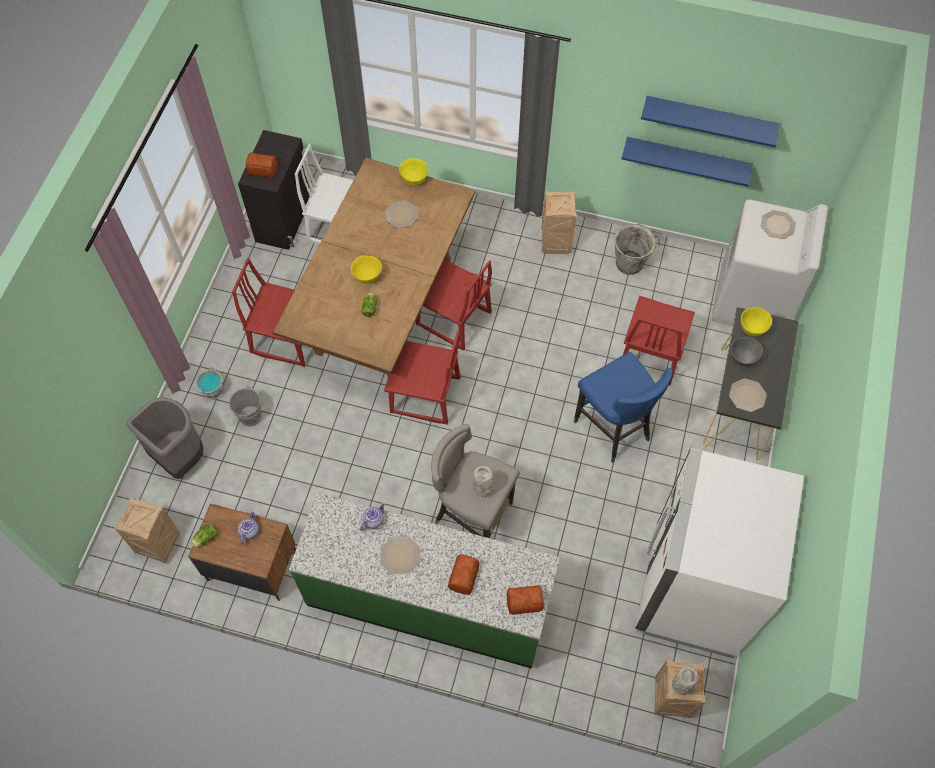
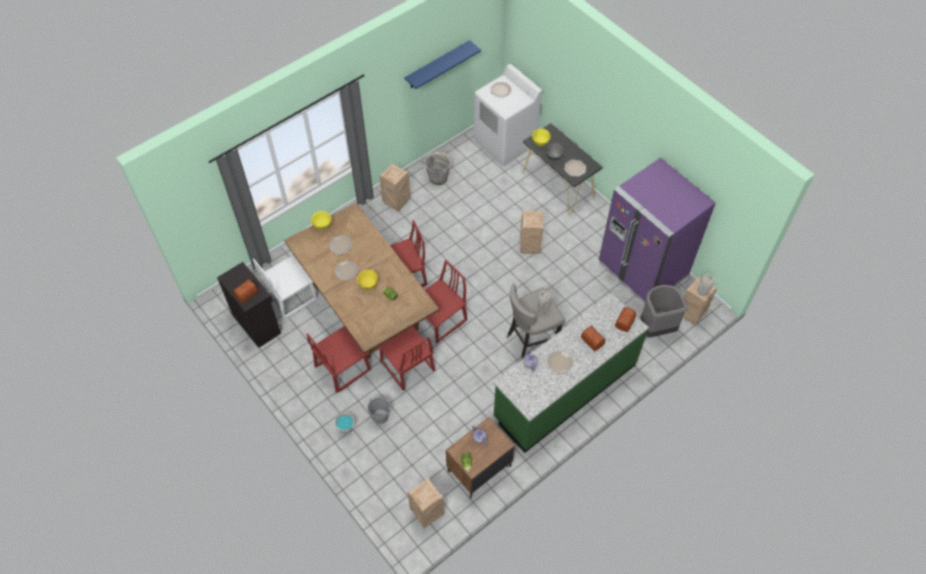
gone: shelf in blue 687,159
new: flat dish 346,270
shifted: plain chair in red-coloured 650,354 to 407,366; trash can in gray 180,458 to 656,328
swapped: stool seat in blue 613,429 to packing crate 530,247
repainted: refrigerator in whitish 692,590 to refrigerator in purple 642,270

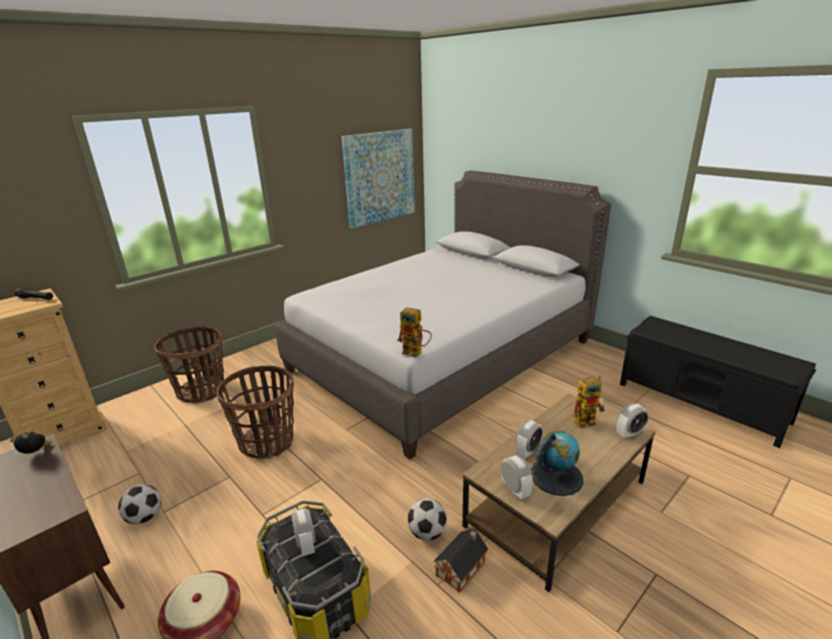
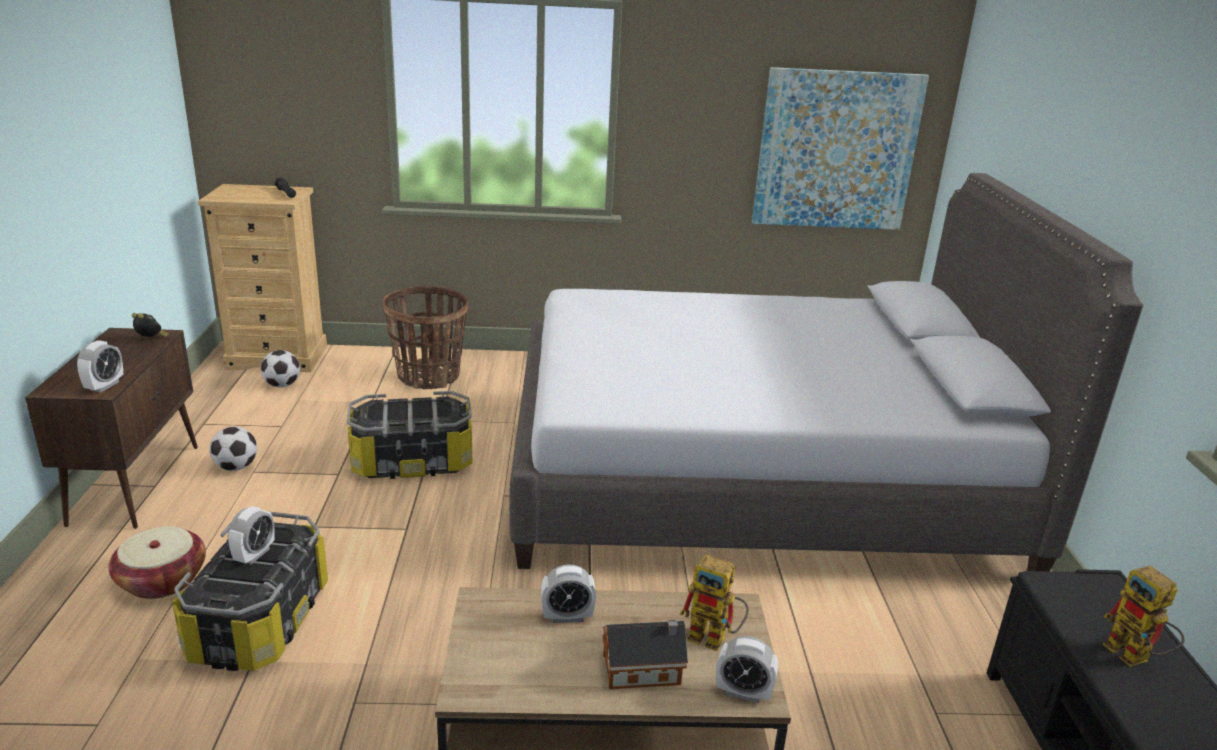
gone: globe 556,476
shifted: bedside clock 515,490 to 104,386; ball for football 427,533 to 282,385; toy house 462,567 to 645,670; robot figure 416,353 to 1135,657
swapped: storage basket 267,442 to storage box 412,461

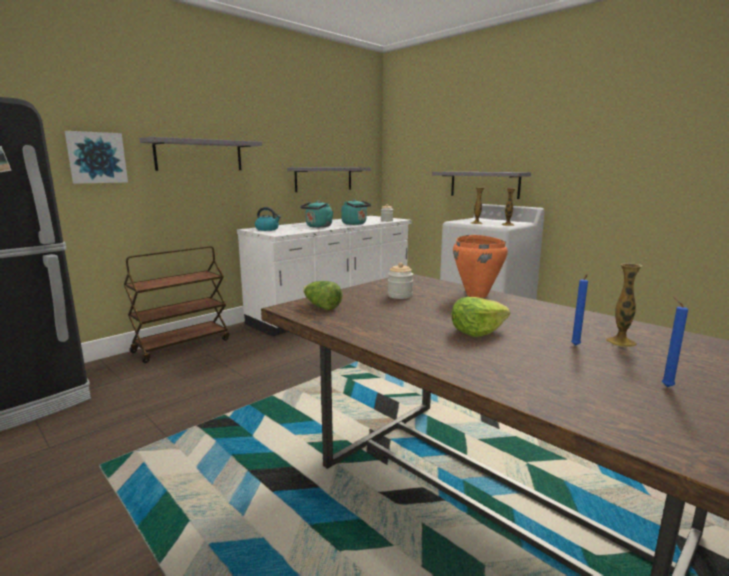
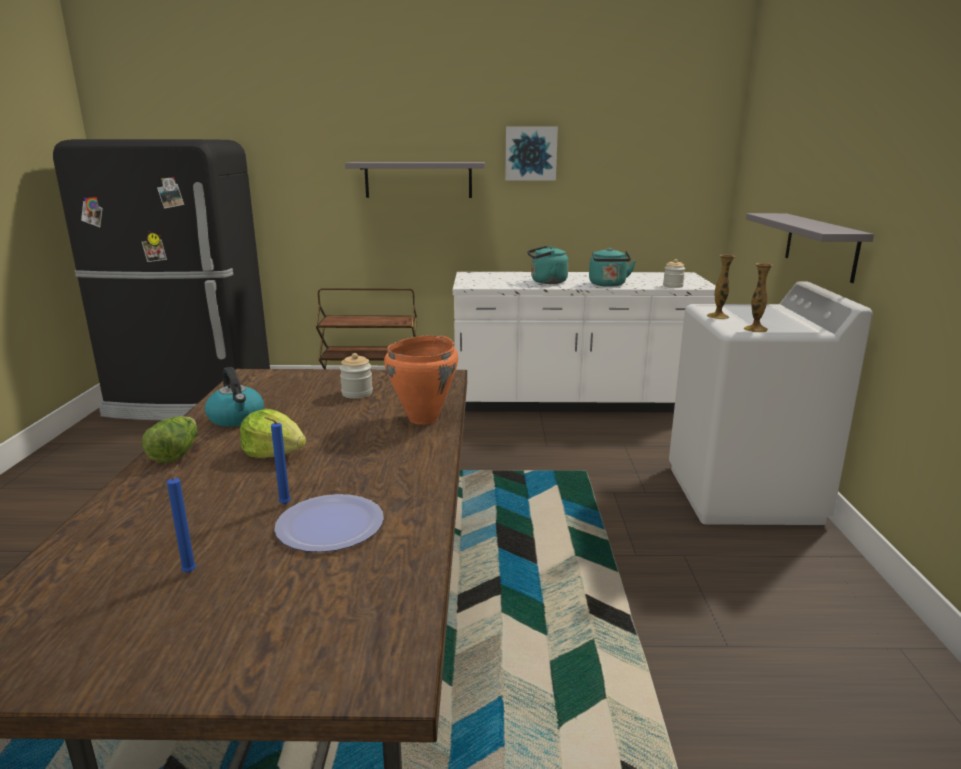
gone: shelf in gray 324,179
shifted: lettuce 321,306 to 175,453; tea kettle 267,229 to 237,418; wall art 96,157 to 530,153
swapped: decorative vase 621,342 to flat dish 330,525

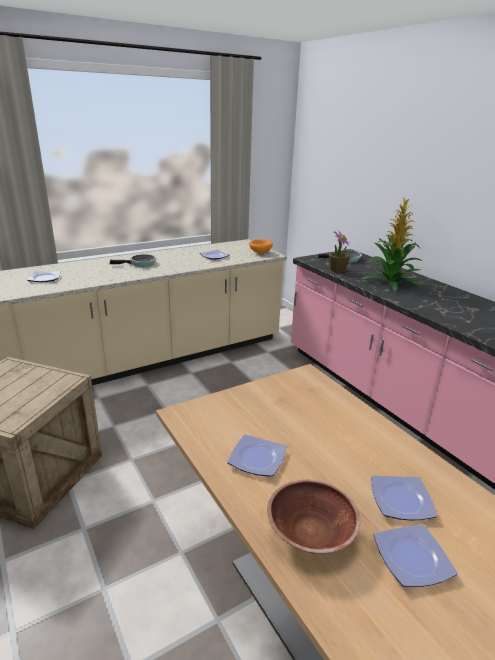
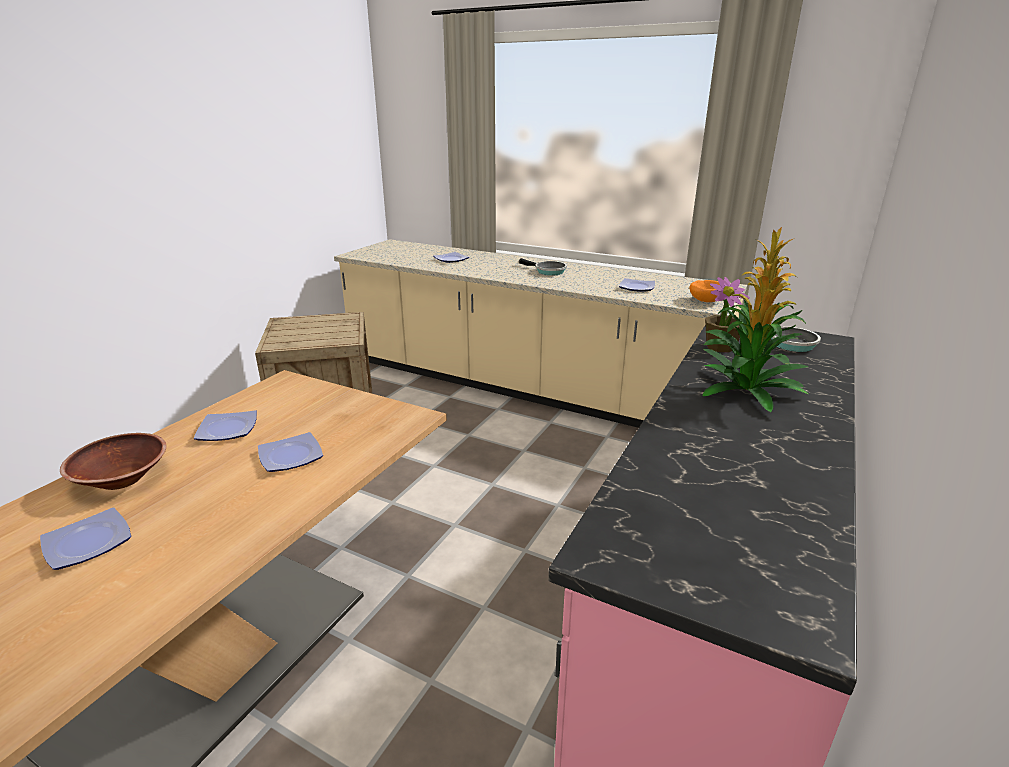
shifted: flat dish 400,501 to 289,456

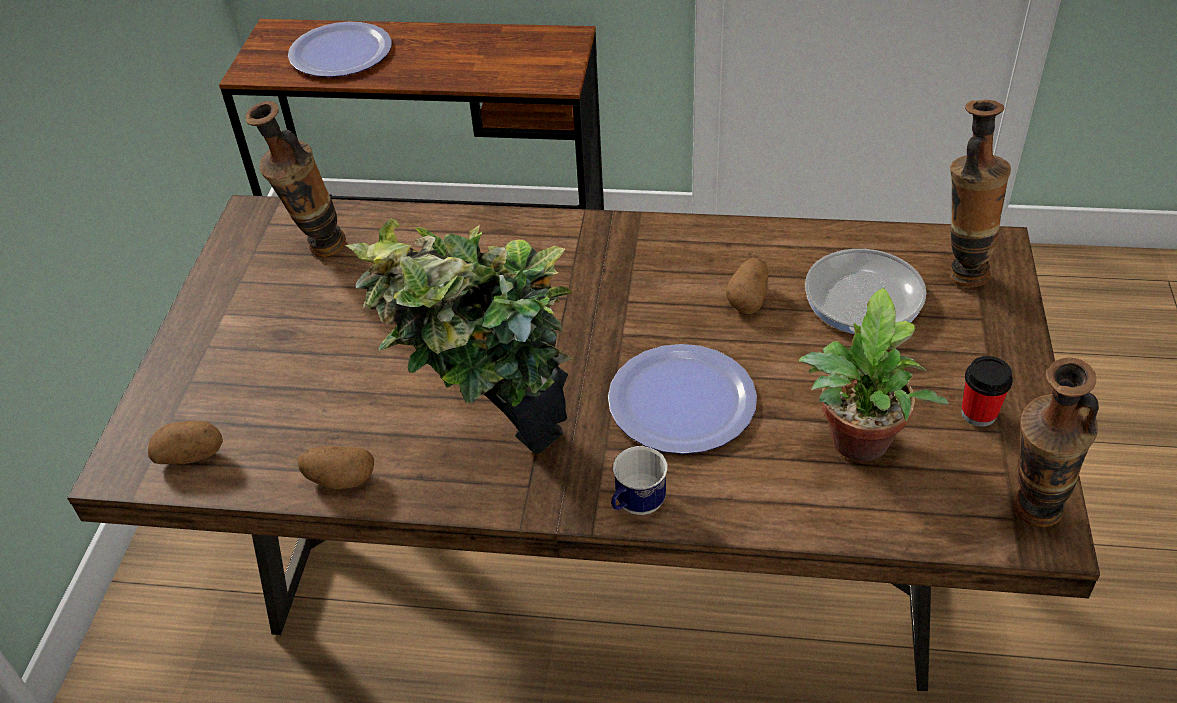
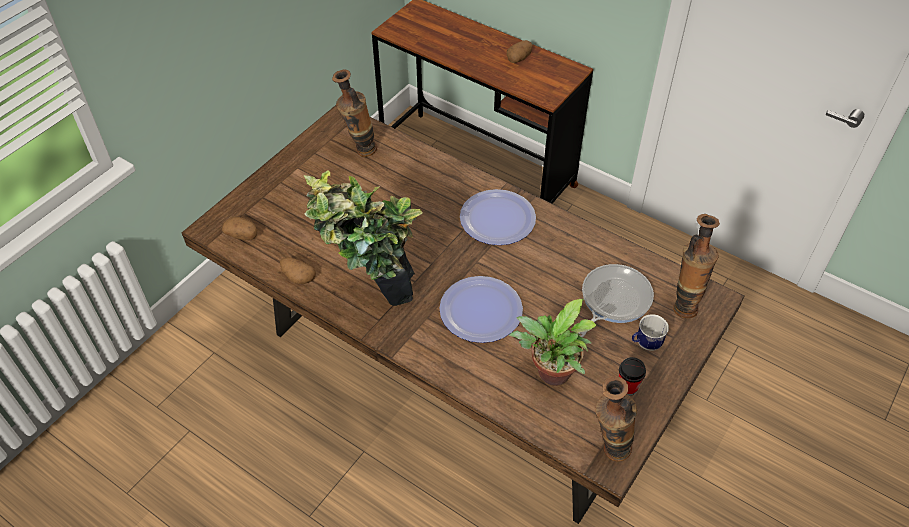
shifted: flat dish 340,52 to 497,218; whole potato 748,299 to 519,58; mug 635,506 to 645,344

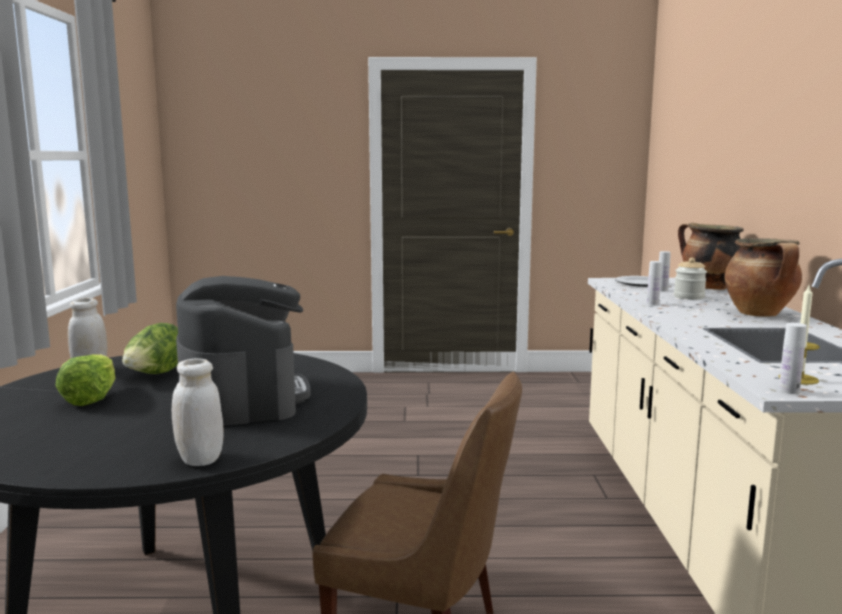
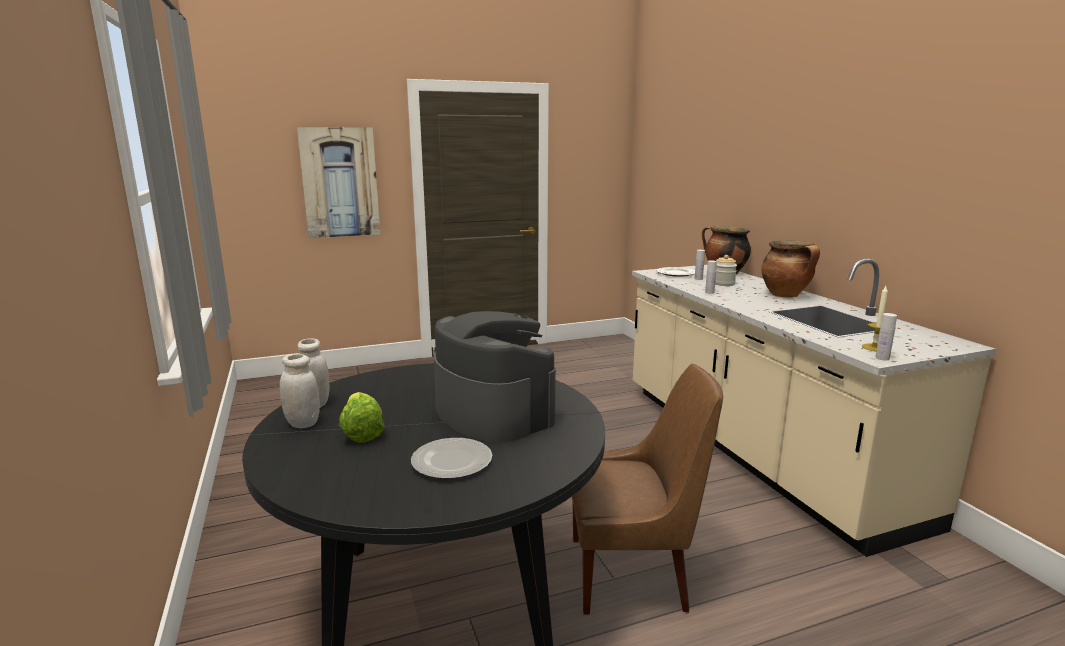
gone: lettuce 156,375
new: wall art 340,182; flat dish 453,461
shifted: storage jar in whitish 200,459 to 303,423

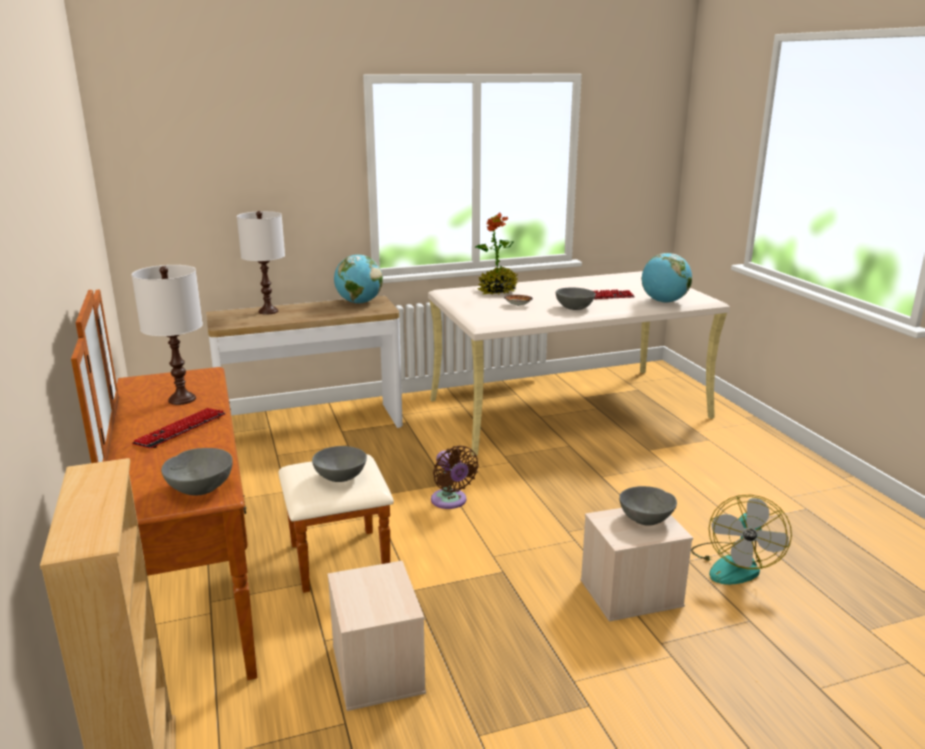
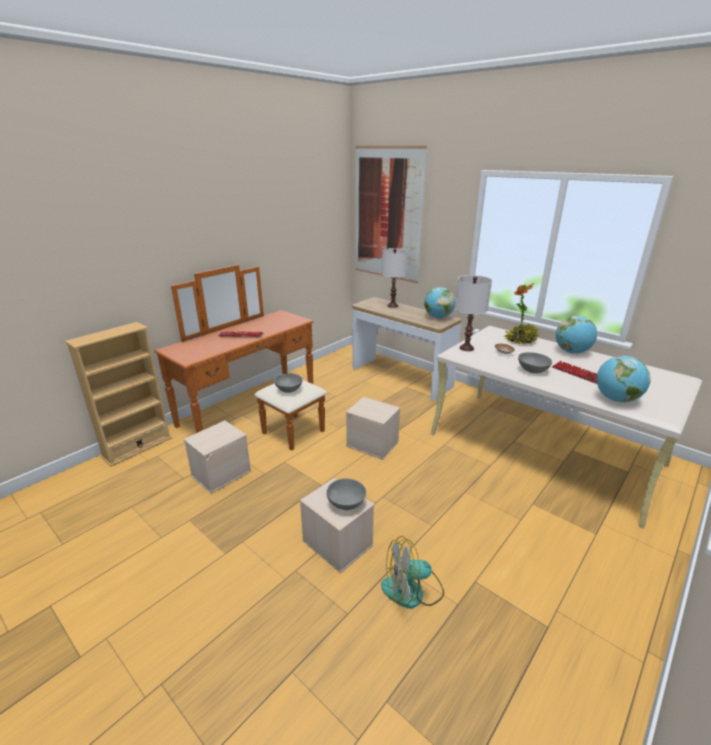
gone: serving bowl in gray 200,488
new: wall art 387,215; globe 572,352
shifted: tabletop lamp in whitish 181,399 to 466,348
swapped: cooling fan in brownish 450,501 to storage box in sand-coloured 373,444

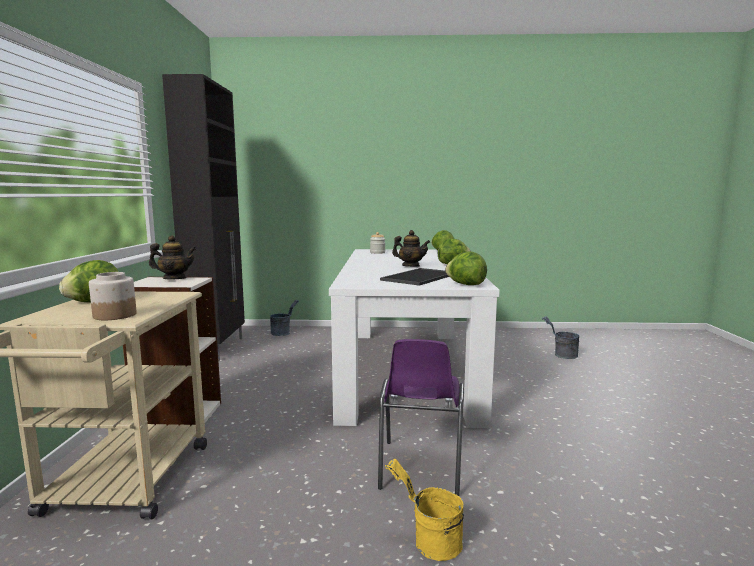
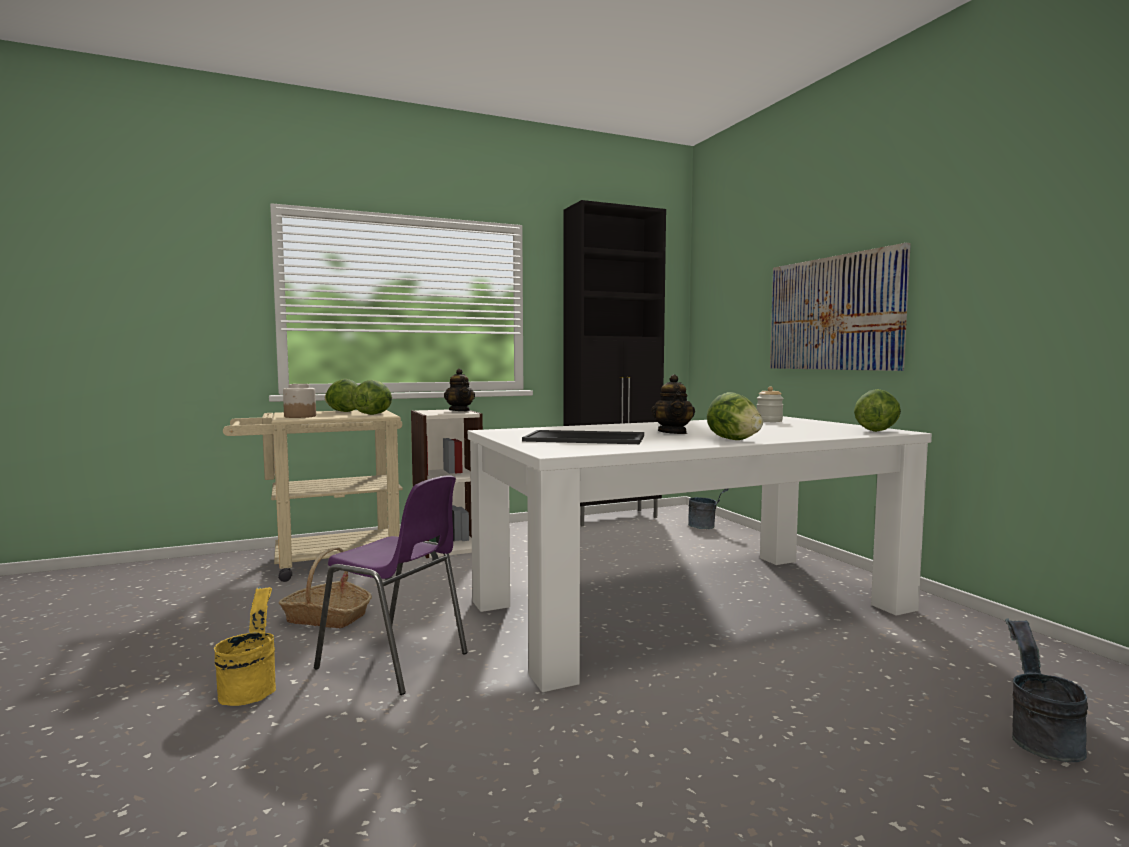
new: storage basket 327,617; wall art 833,313
shifted: lettuce 465,284 to 374,414
rotated: plain chair in purple 420,469 = 396,661 135 degrees counterclockwise

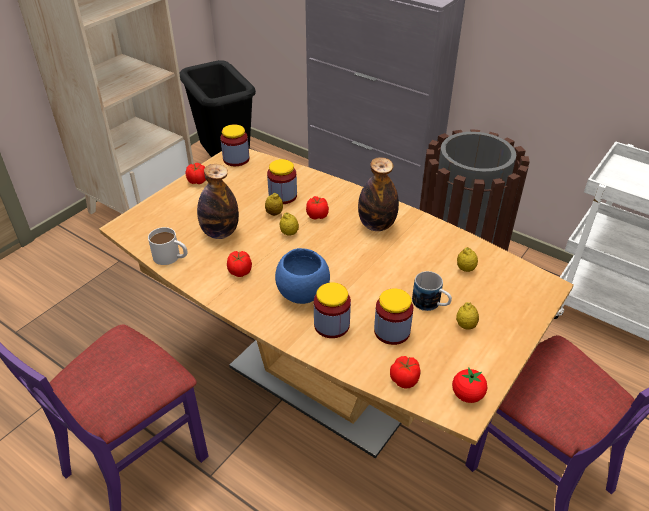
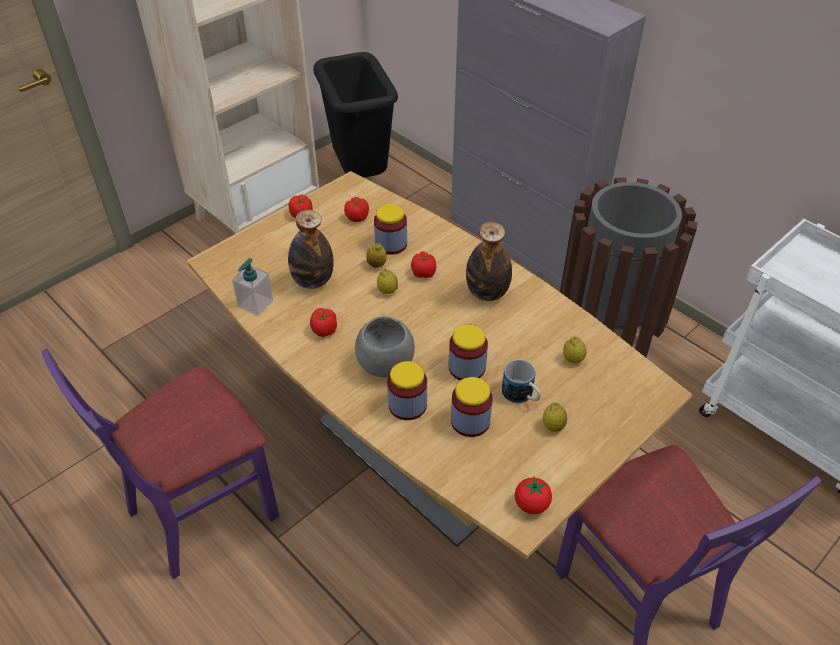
shifted: fresh tomato 405,379 to 357,217; storage jar 236,159 to 467,367
swapped: mug in whitish 171,257 to liquid soap bottle 255,304
repainted: serving bowl in blue 302,294 to serving bowl in gray 385,365

